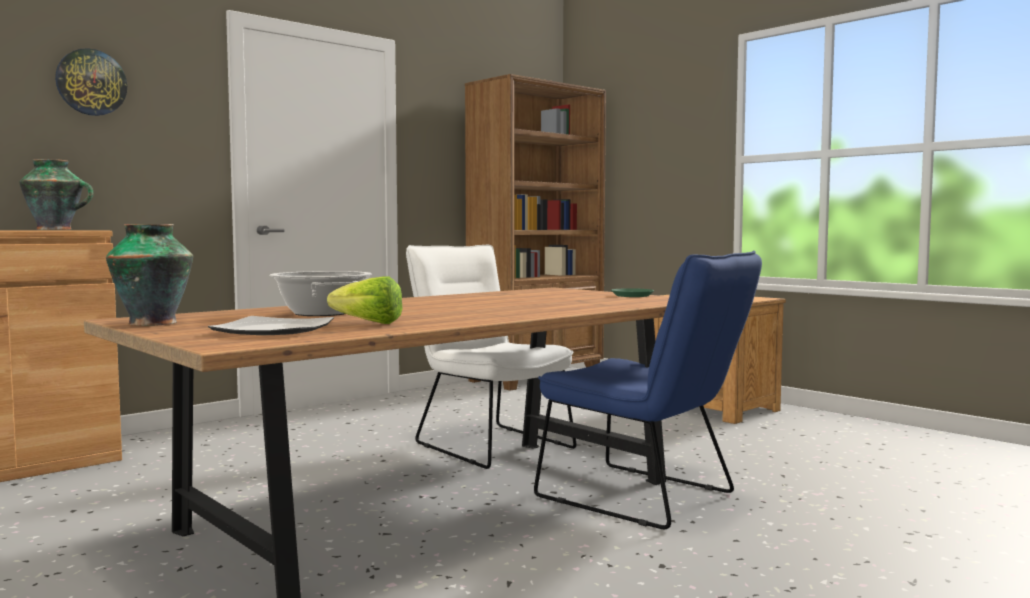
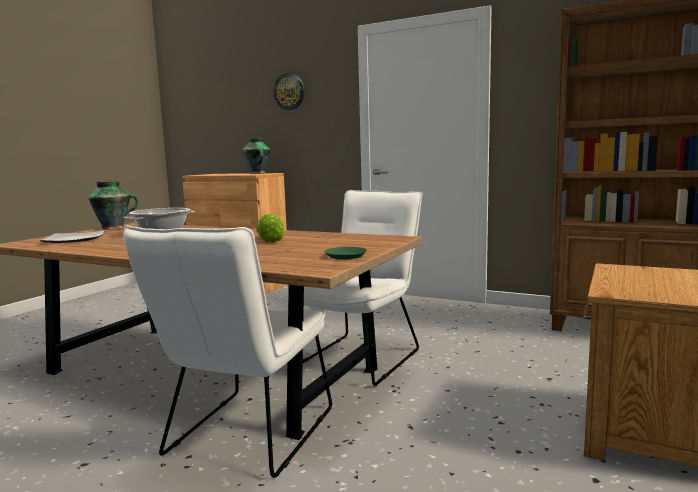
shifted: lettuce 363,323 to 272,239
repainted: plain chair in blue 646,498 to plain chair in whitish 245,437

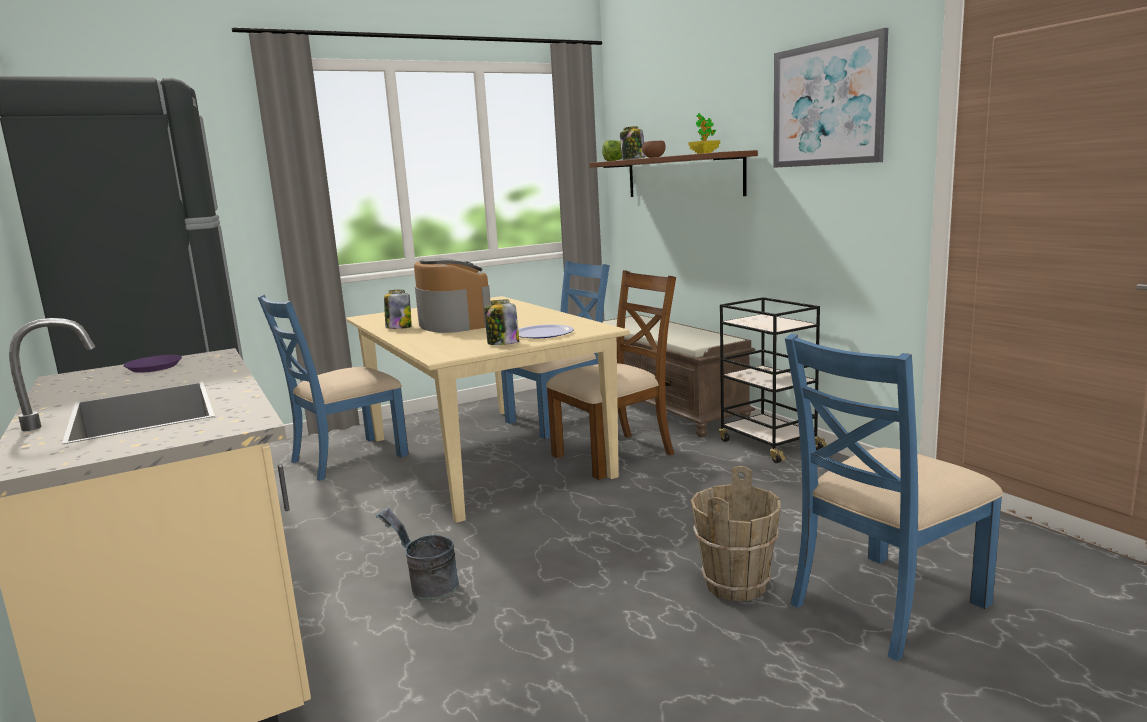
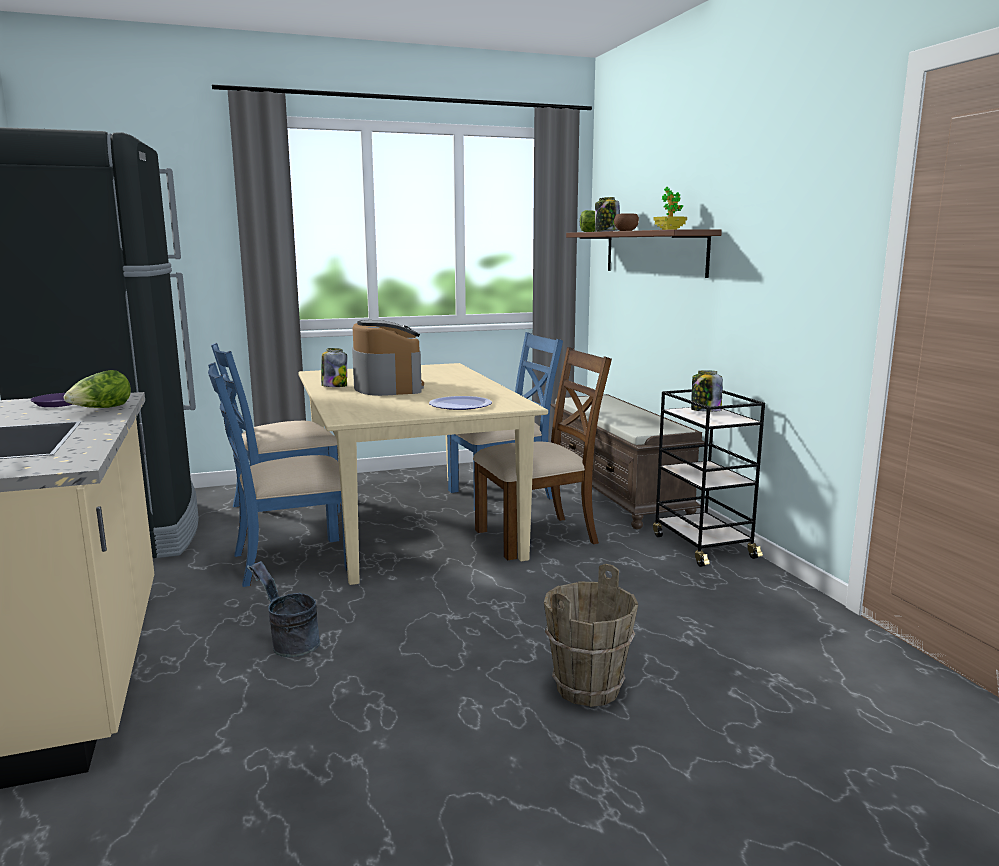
gone: wall art 827,104
new: lettuce 101,409
shifted: plain chair in blue 885,603 to 292,561; storage jar 502,344 to 705,410

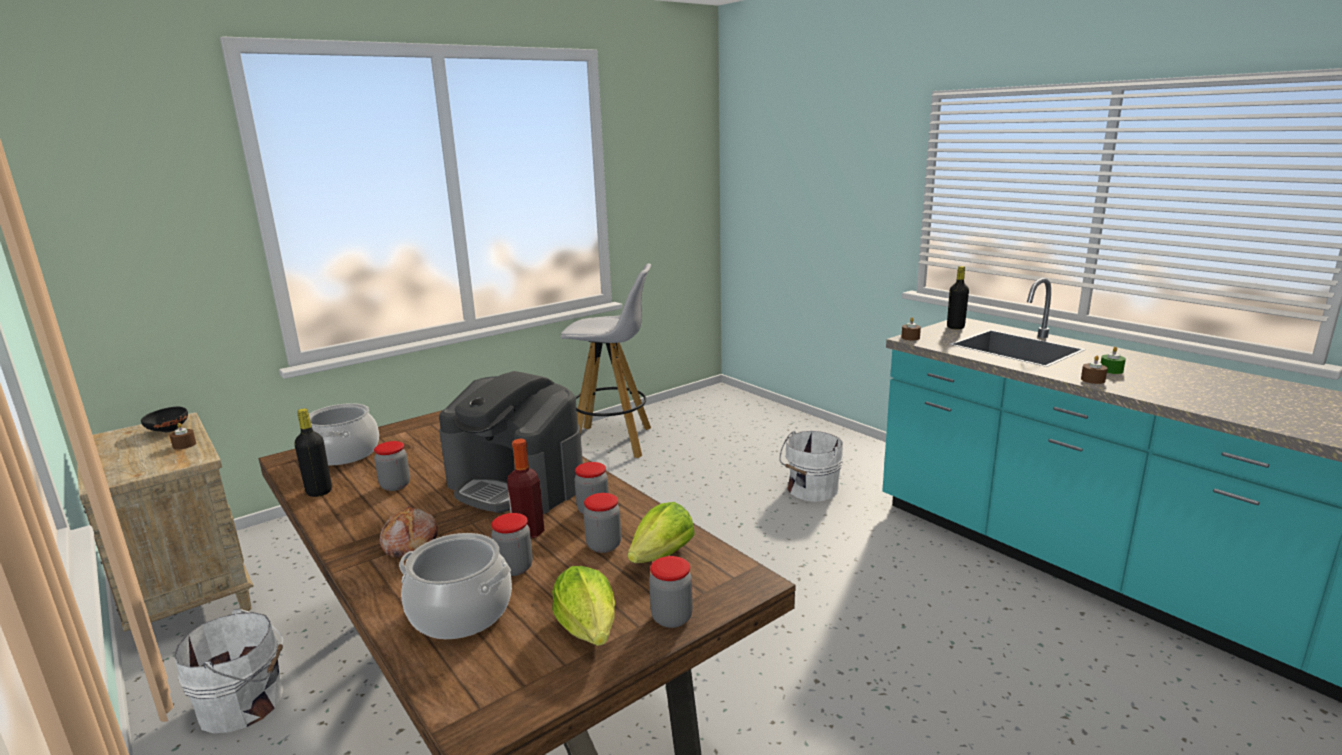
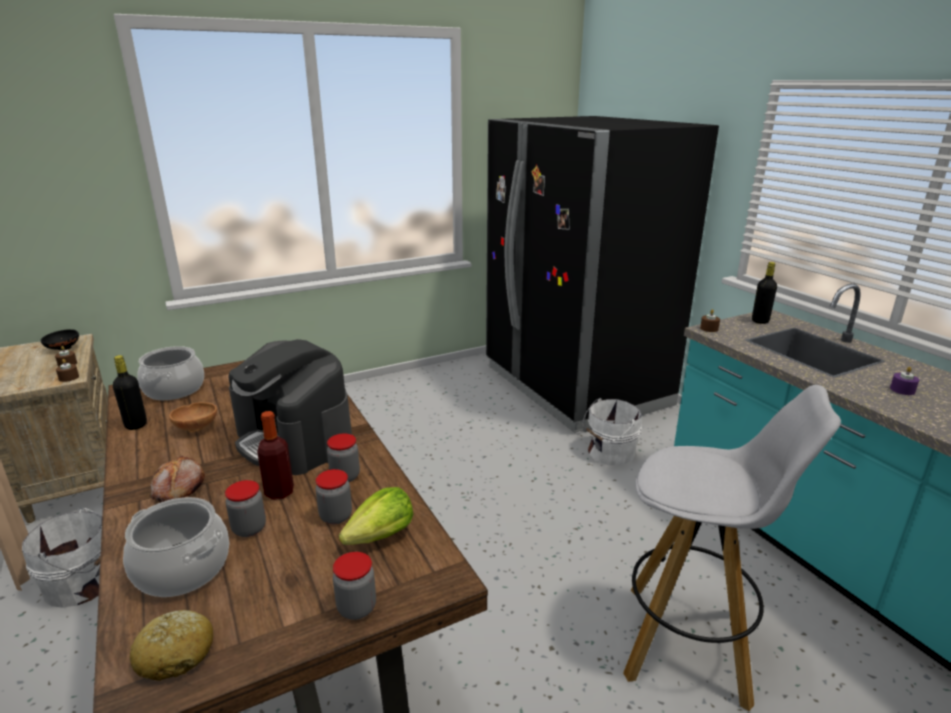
gone: lettuce 589,628
new: bakery bread 176,654; refrigerator in blackish 574,386
shifted: wax candle in brownish 1092,380 to 69,377; stool seat in whitish 613,442 to 689,644
swapped: storage jar 395,485 to serving bowl in brownish 197,427
repainted: wax candle in green 1111,370 to wax candle in purple 902,390

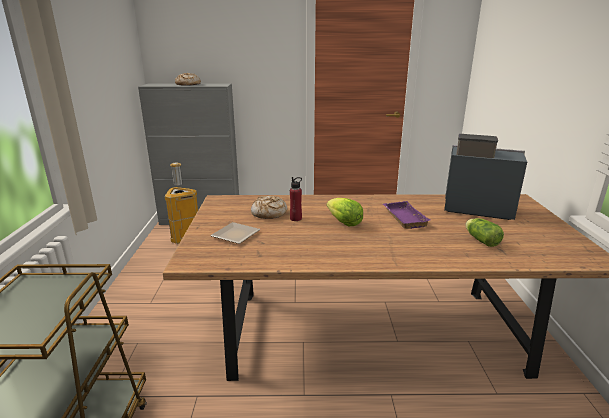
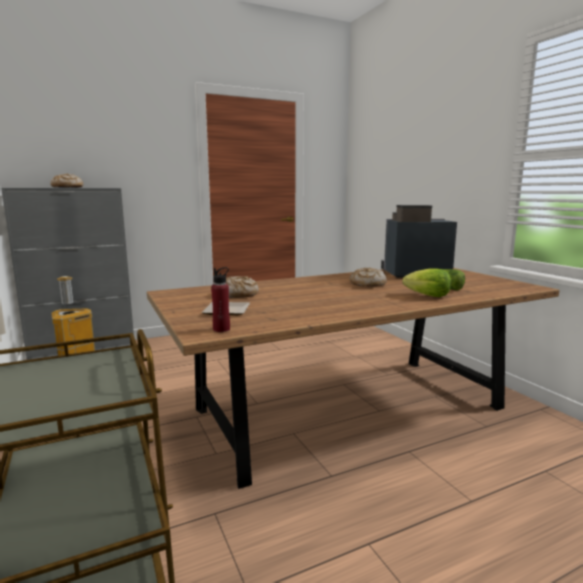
shifted: bottle in red-coloured 296,218 to 221,329; lettuce 344,223 to 428,296
swapped: tray in purple 403,218 to bakery bread 367,284

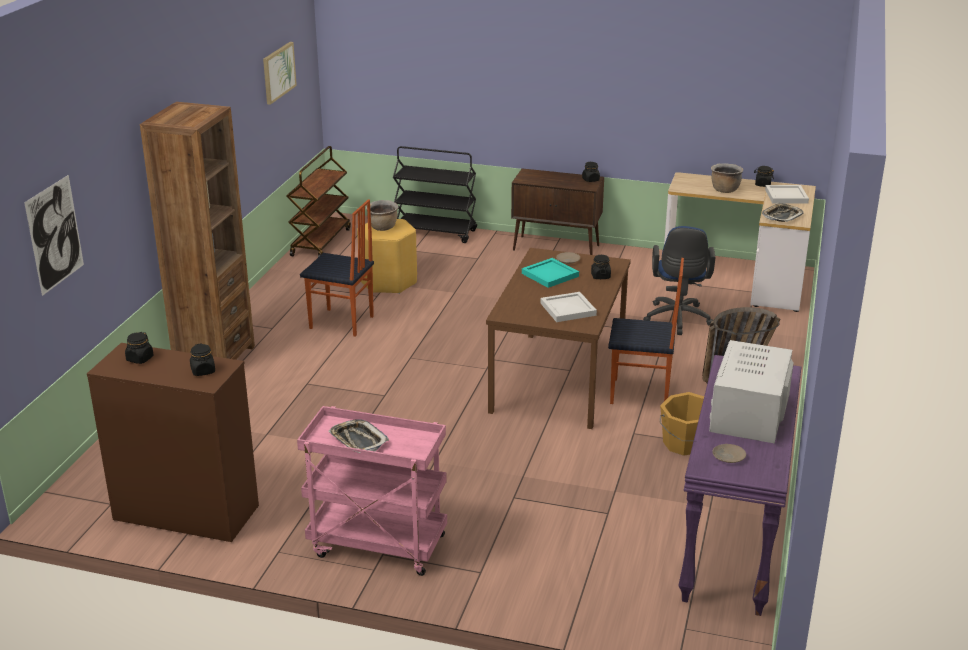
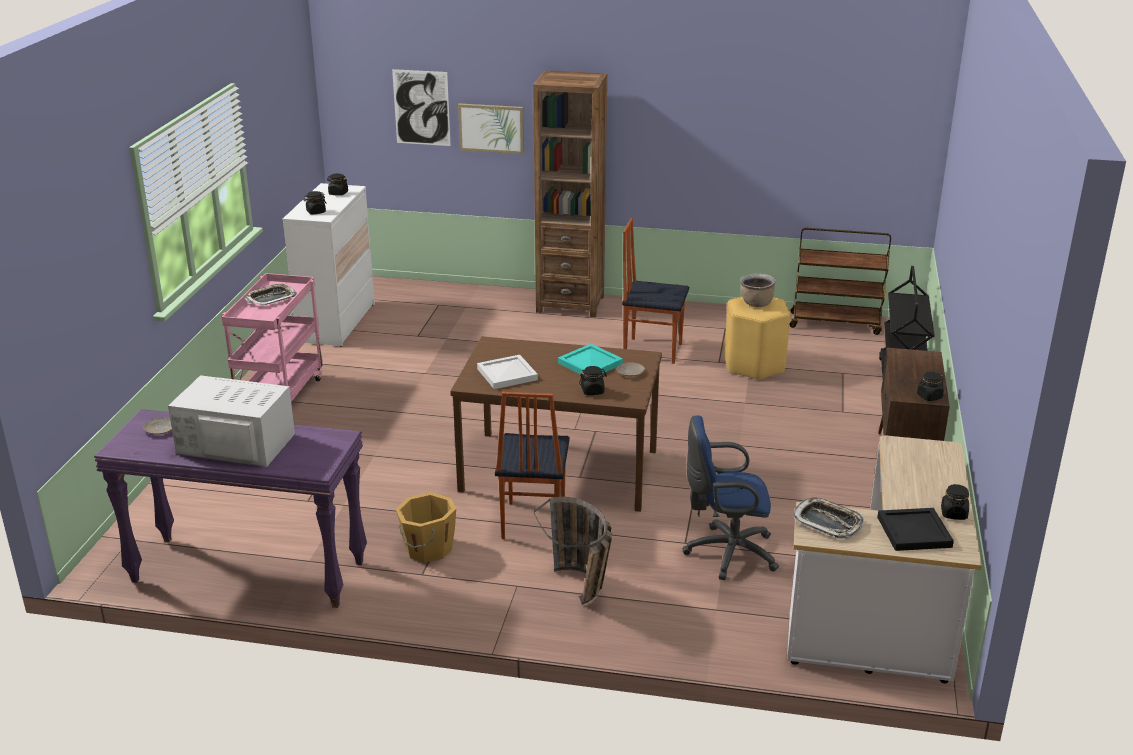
gone: stockpot in brownish 724,190
shifted: wall art 278,72 to 491,128
repainted: chest of drawers in brownish 186,513 to chest of drawers in whitish 337,323; tray in whitish 785,196 to tray in blackish 914,531
rotated: plain chair 341,323 = 652,350 90 degrees clockwise

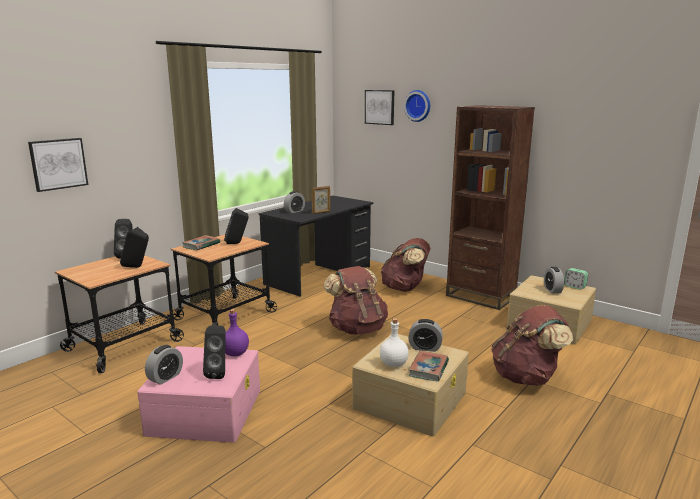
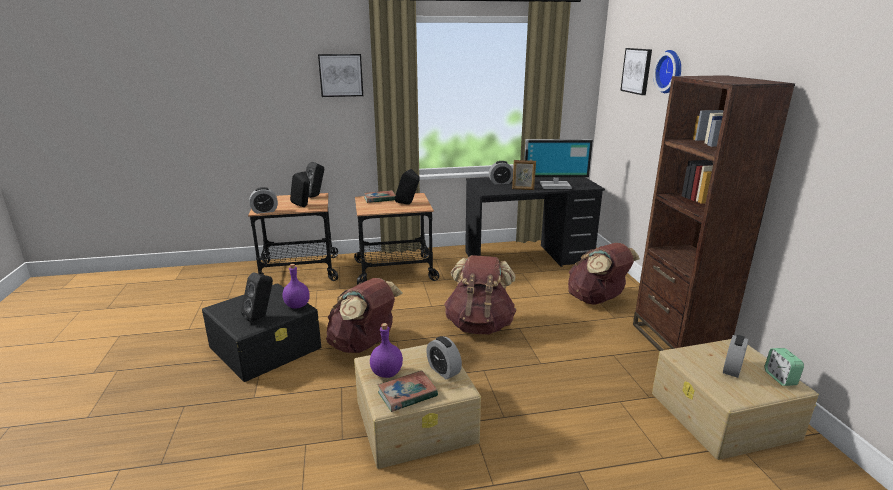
new: computer screen 555,185
shifted: bedside clock 165,377 to 264,211; wall art 58,164 to 341,75; rucksack in brownish 526,377 to 364,345
repainted: storage box in pinkish 206,411 to storage box in blackish 266,346; bottle in whitish 393,364 to bottle in purple 386,373

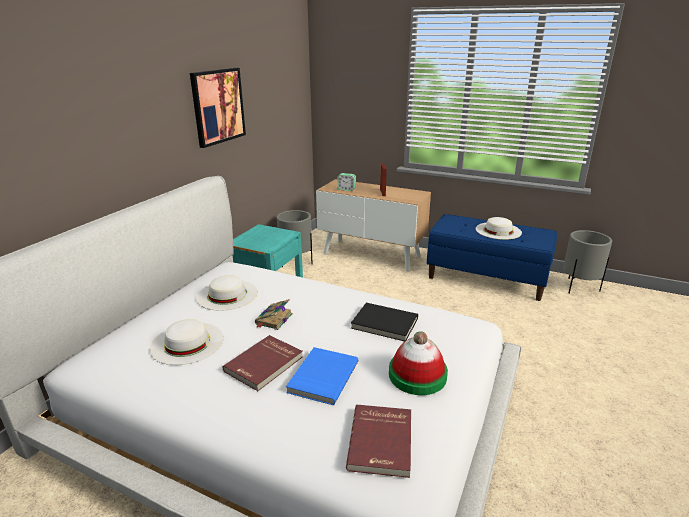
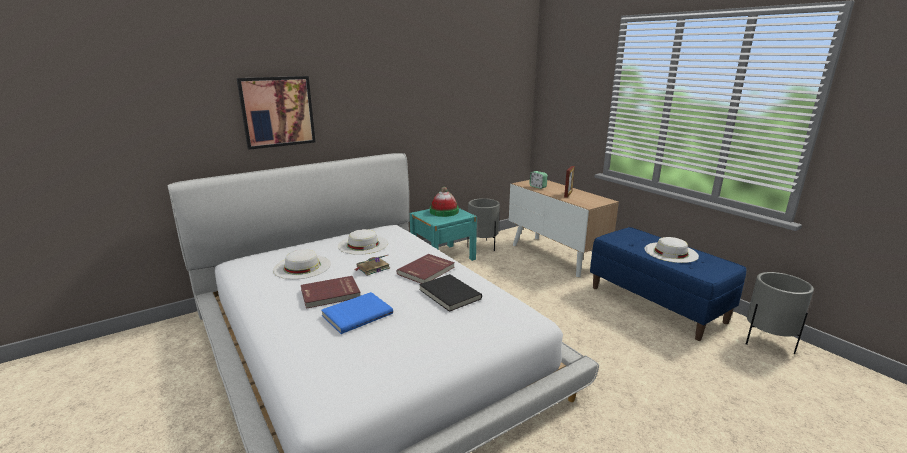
shifted: wall art 218,106 to 277,111; bound book in red-coloured 382,442 to 427,271; hat 417,375 to 444,211

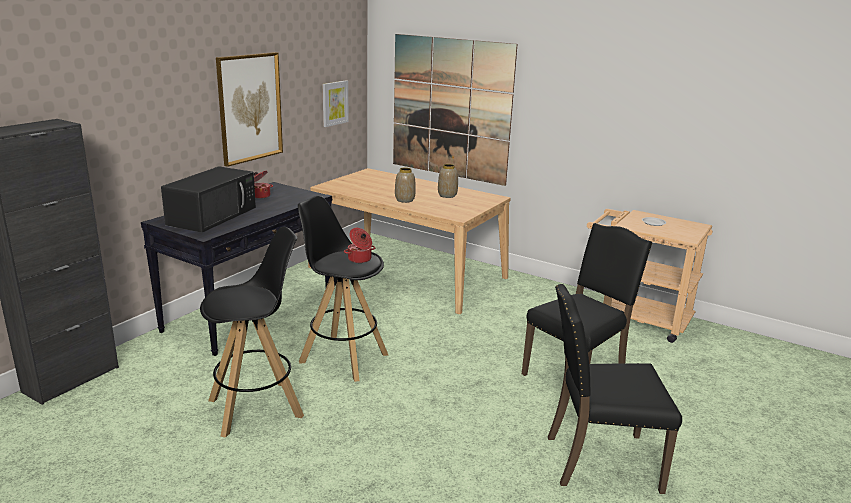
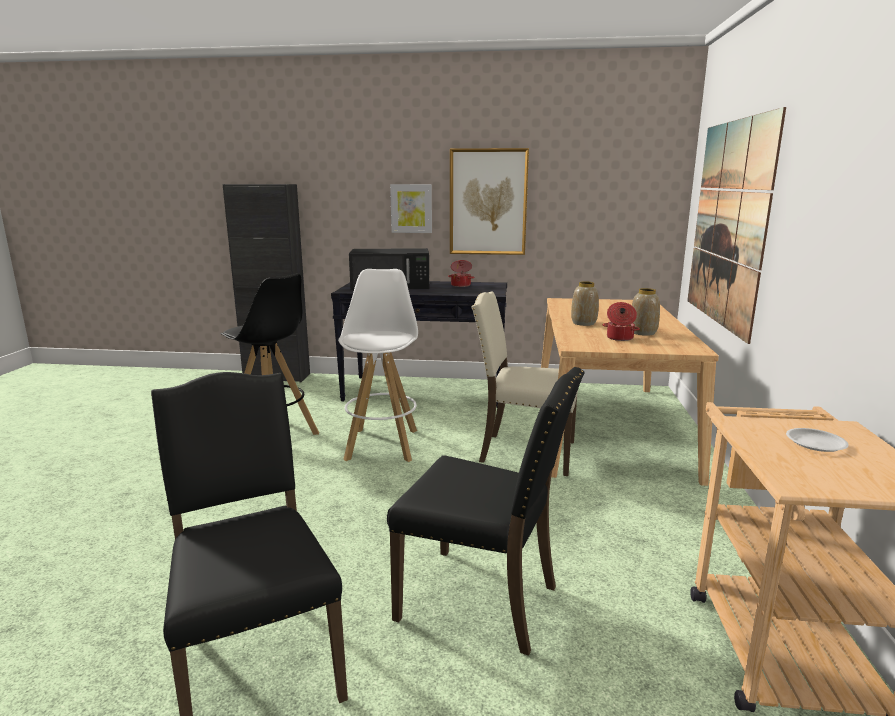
new: plain chair in sand-coloured 524,452
shifted: wall art 334,103 to 411,208; stockpot 360,259 to 619,338
repainted: stool seat in blackish 343,357 to stool seat in whitish 382,444

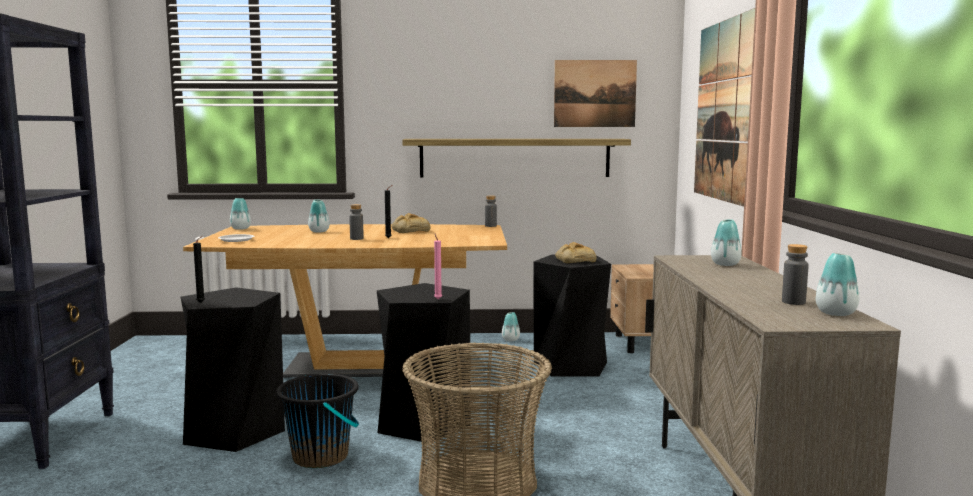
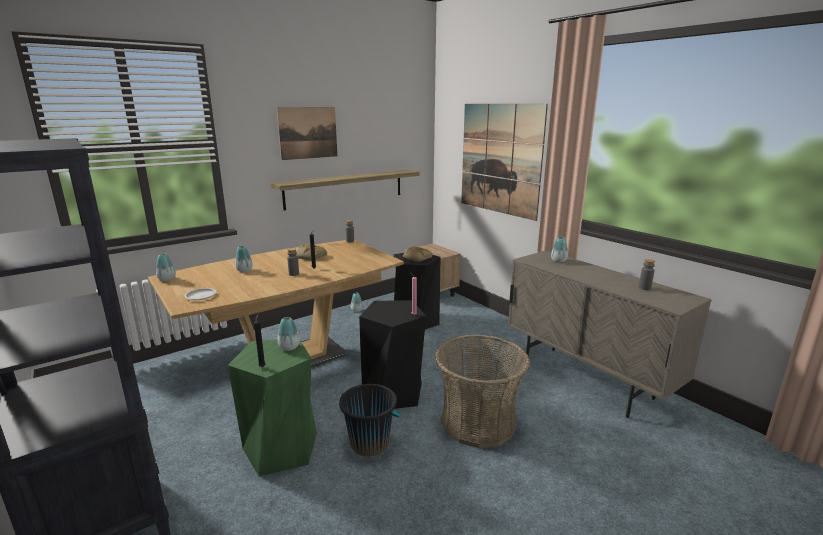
shifted: wall art 595,93 to 308,133; decorative vase 835,313 to 289,347
repainted: stool seat in blackish 234,431 to stool seat in green 281,448

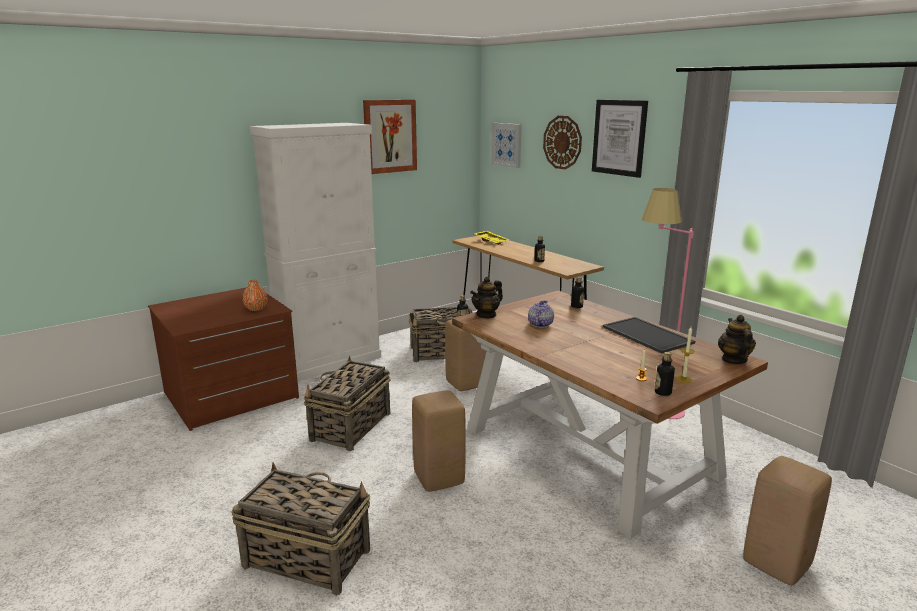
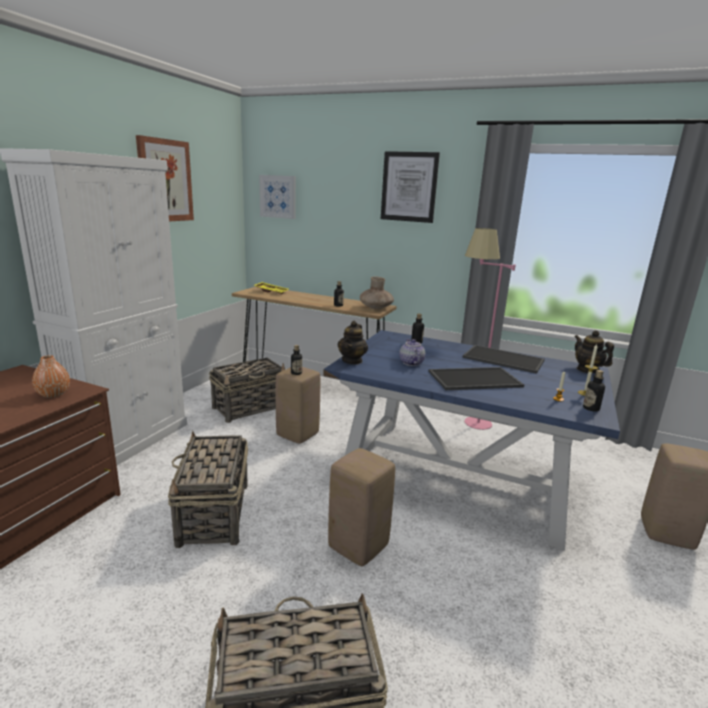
gone: hanging clock 562,142
new: decorative vase in brownish 376,307; tray 474,379
repainted: dining table in brownish 589,451 to dining table in blue 458,475

